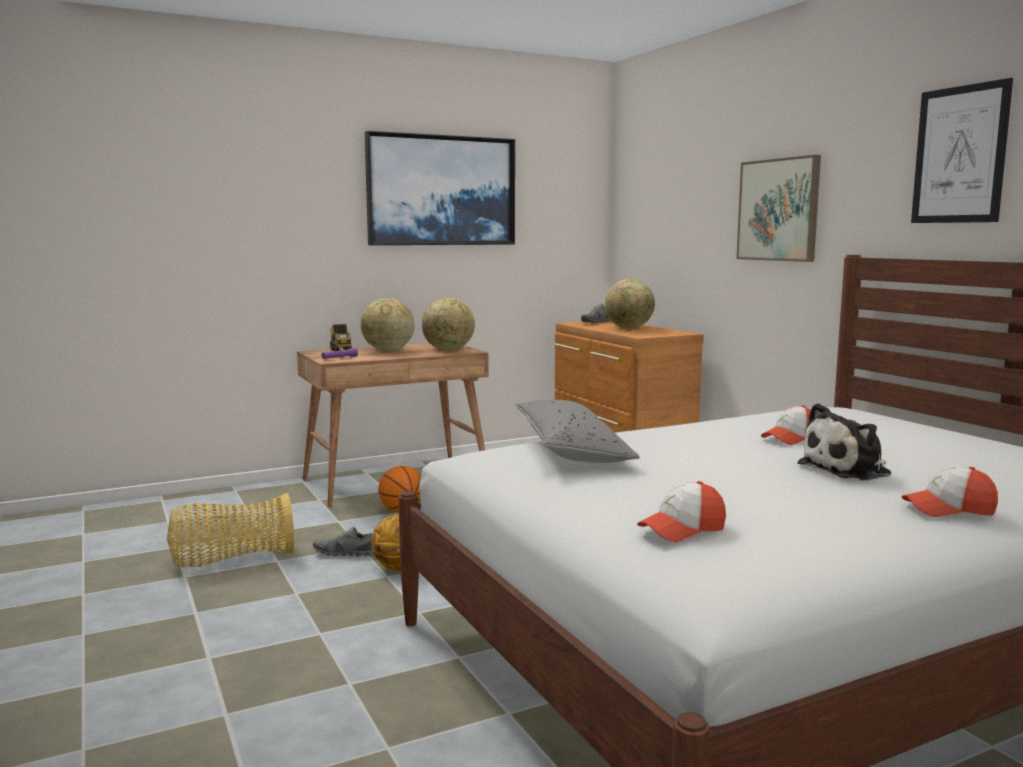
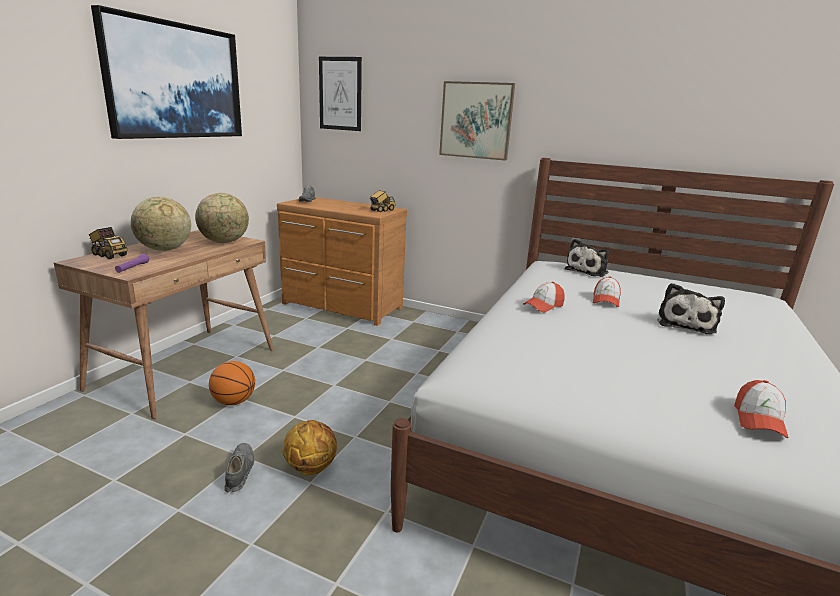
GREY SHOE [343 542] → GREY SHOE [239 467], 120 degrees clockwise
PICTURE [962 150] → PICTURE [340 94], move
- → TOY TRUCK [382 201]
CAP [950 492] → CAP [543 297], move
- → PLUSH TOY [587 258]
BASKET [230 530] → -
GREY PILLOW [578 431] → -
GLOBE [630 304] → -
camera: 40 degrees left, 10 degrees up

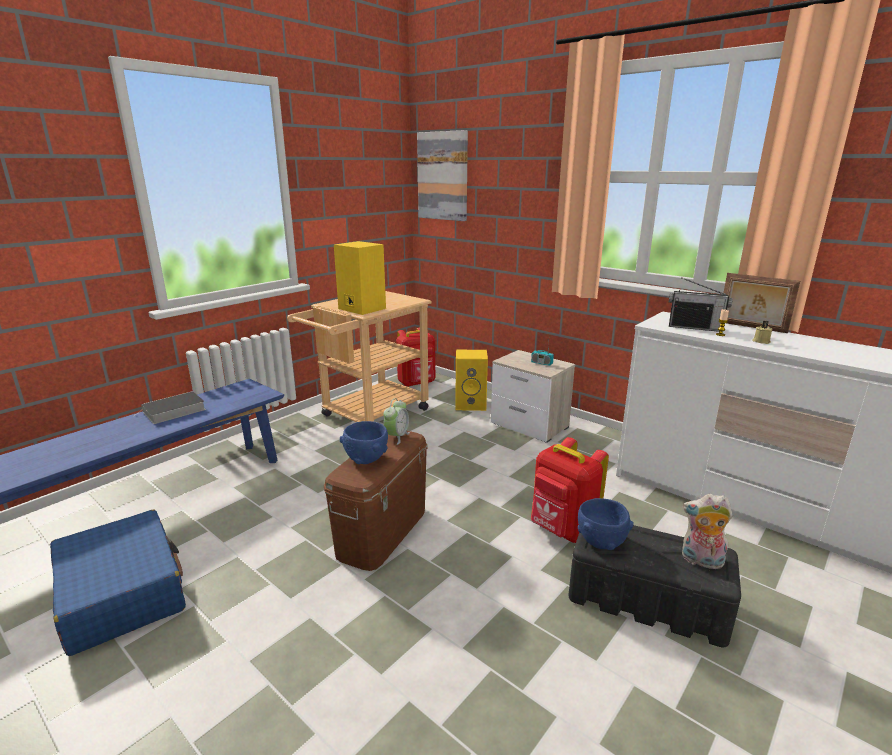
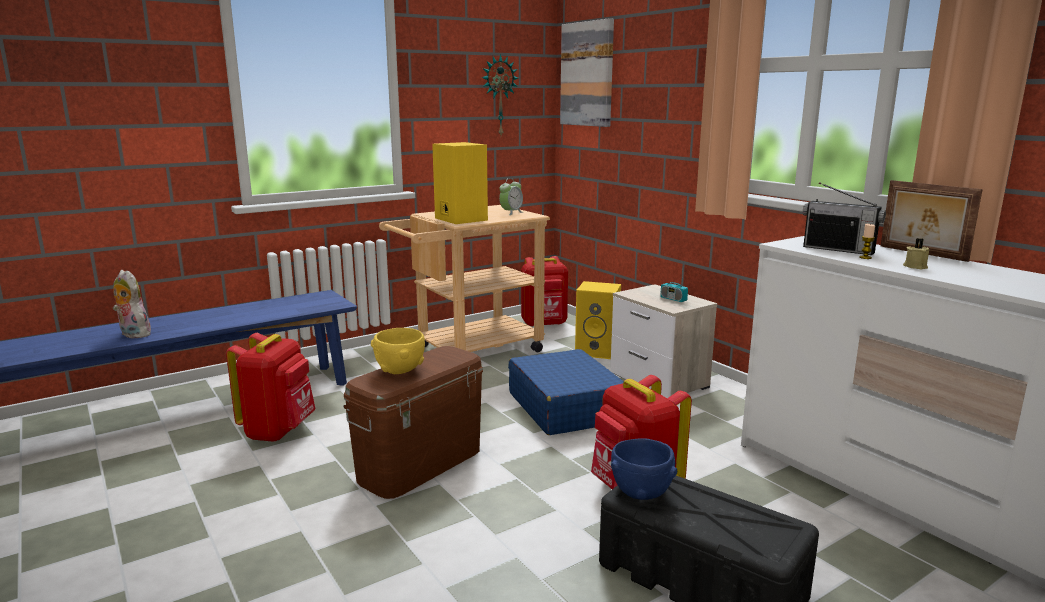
PLUSH TOY [707 531] → PLUSH TOY [132 304], move
- → RED BACKPACK [271 387]
BLUE BOWL [364 442] → YELLOW BOWL [398 351]
- → WALL CLOCK [499 94]
ALARM CLOCK [397 421] → ALARM CLOCK [511 196], move
BLUE SUITCASE [118 583] → BLUE SUITCASE [566 392], move
BOOK [170 407] → -
camera: 15 degrees right, 5 degrees down

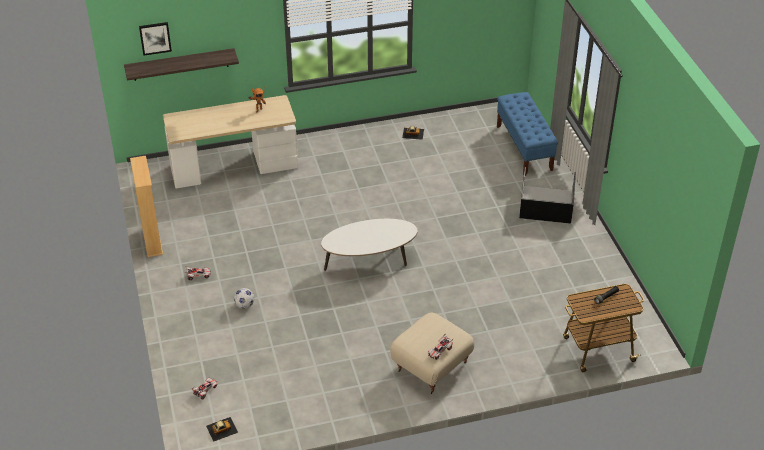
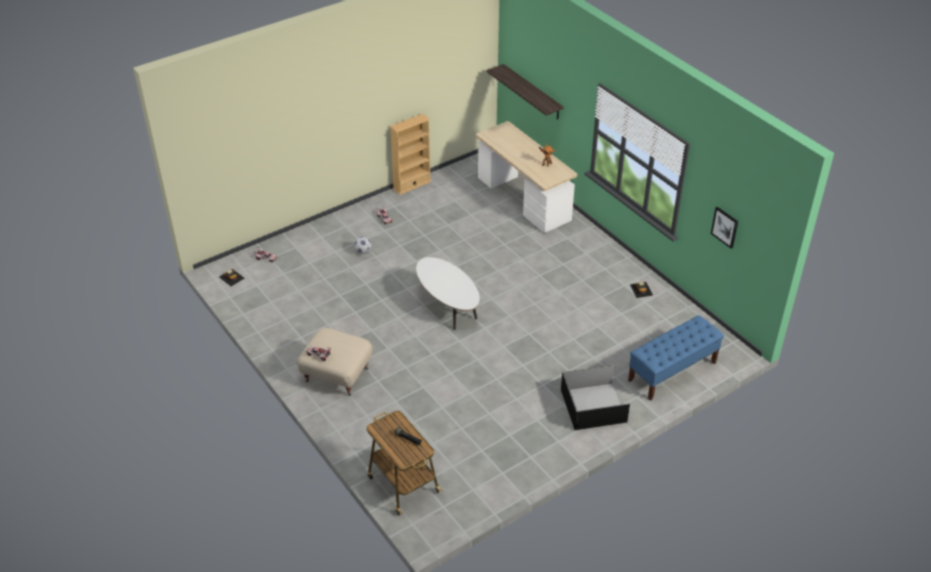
PICTURE [155 39] → PICTURE [724 227], move
camera: 70 degrees right, 0 degrees up

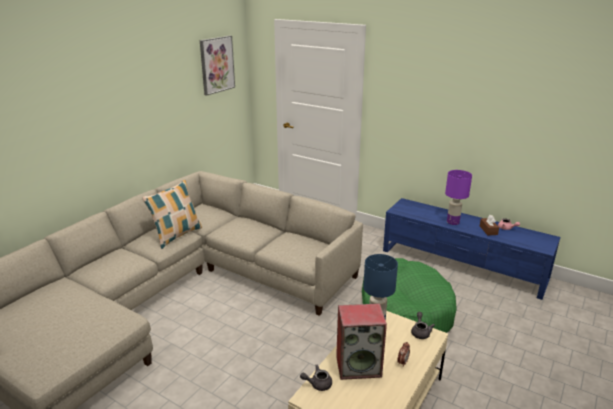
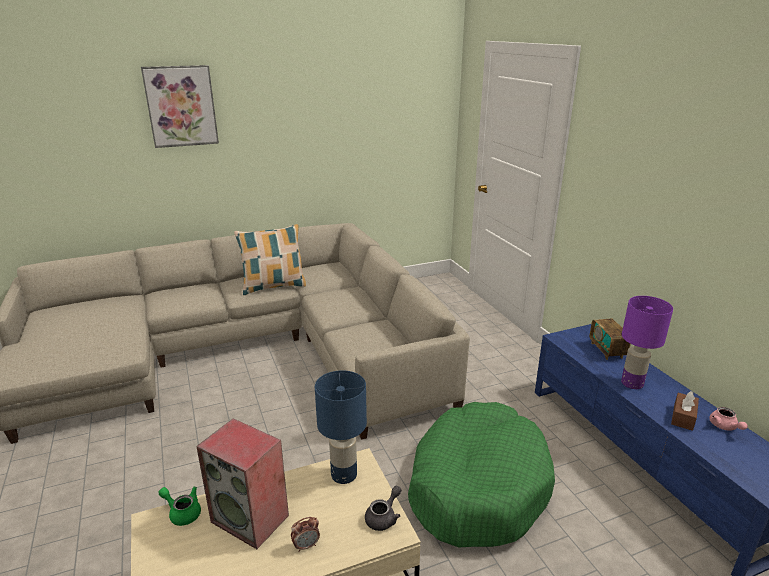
PICTURE [217 66] → PICTURE [180 106], move
GREY TEAPOT [316 378] → GREEN TEAPOT [179 506]
- → RADIO [610 339]
camera: 35 degrees right, 0 degrees up

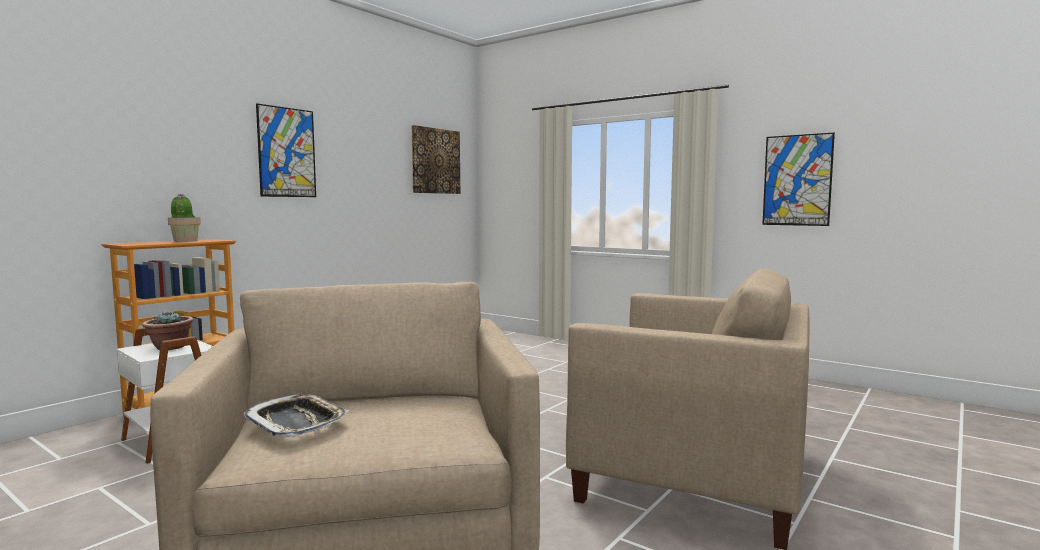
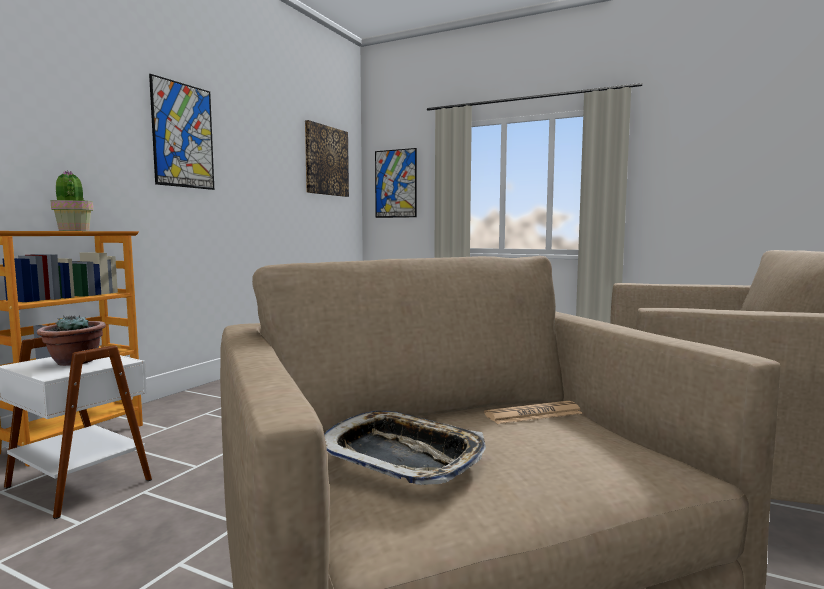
PICTURE [798 179] → PICTURE [396 183], move
- → NEWSPAPER [533 412]
camera: 10 degrees left, 0 degrees up

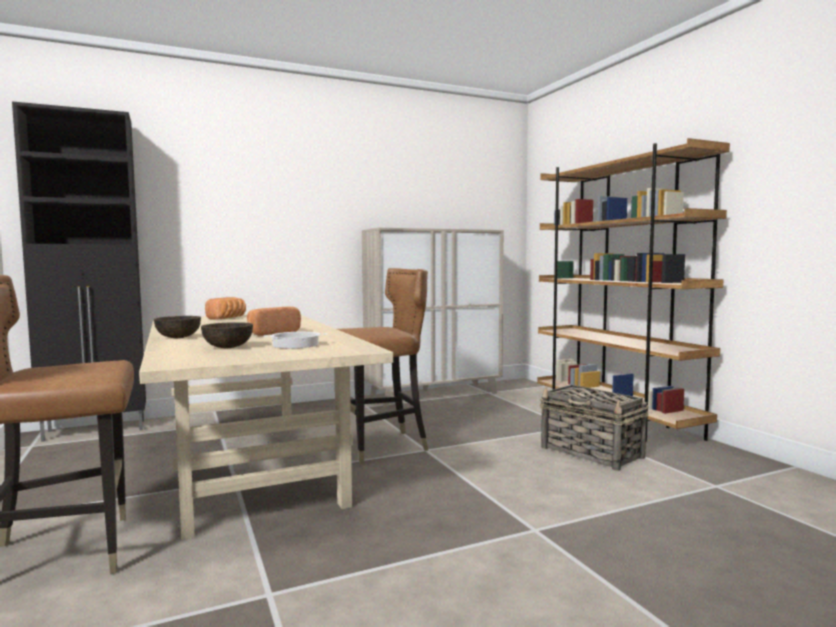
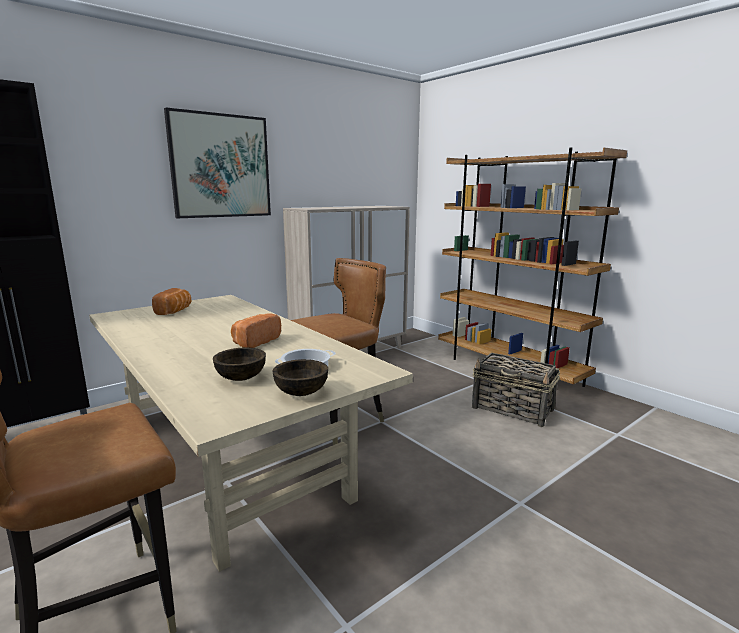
- → PICTURE [217 163]
BROWN BOWL [177 327] → BROWN BOWL [300 377], move
camera: 15 degrees left, 10 degrees up

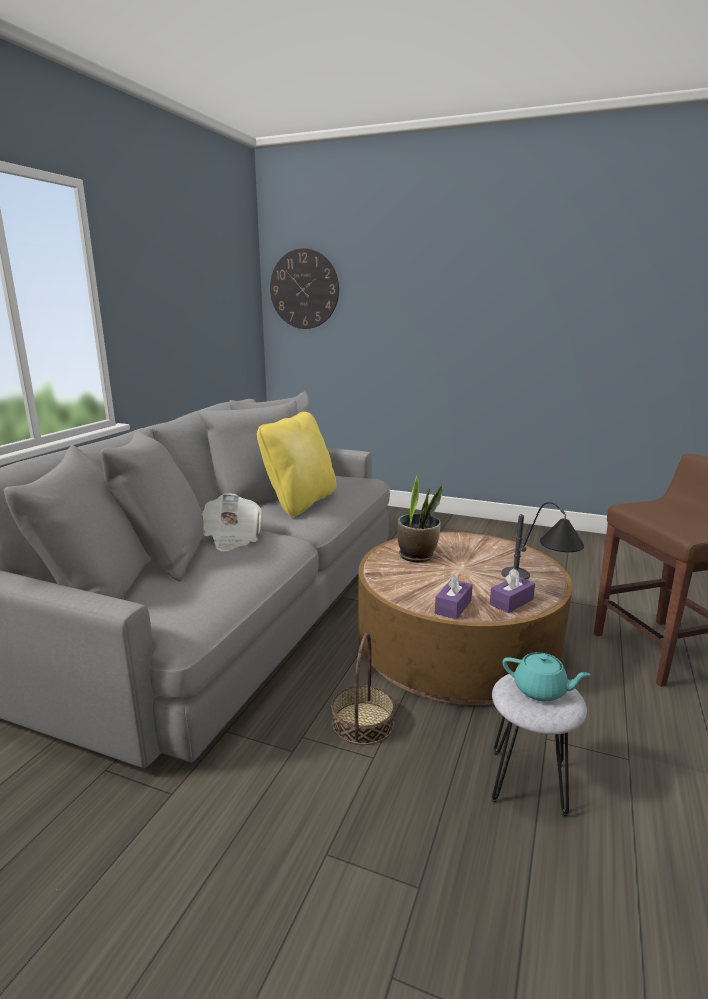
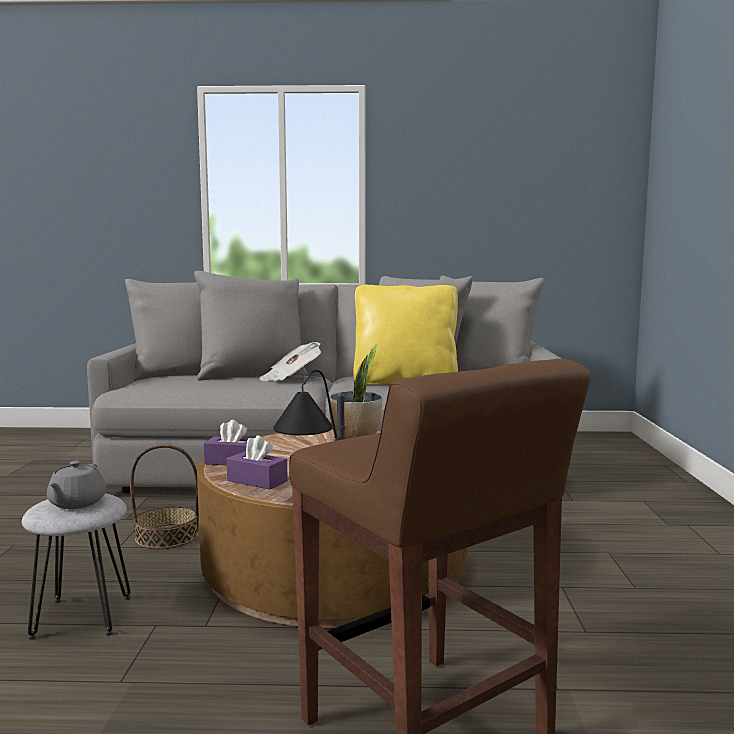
TURQUOISE TEAPOT [547 677] → GREY TEAPOT [76 485]
WALL CLOCK [304 288] → -
camera: 70 degrees right, 10 degrees down

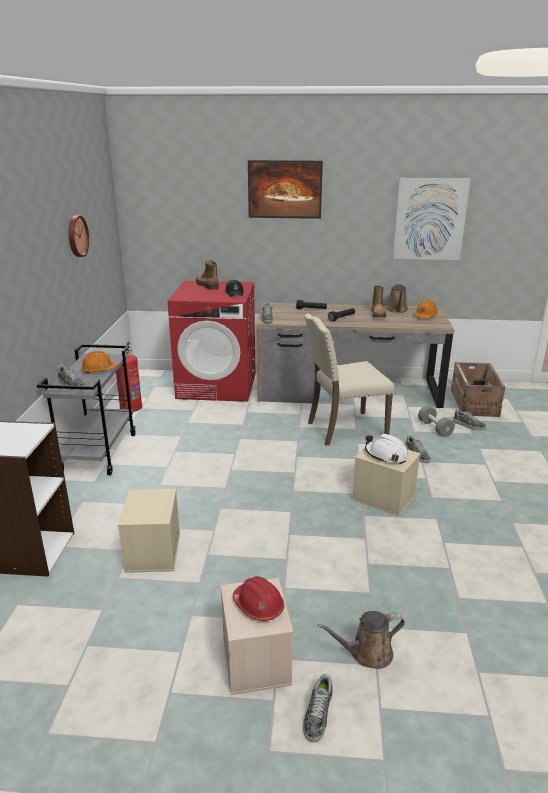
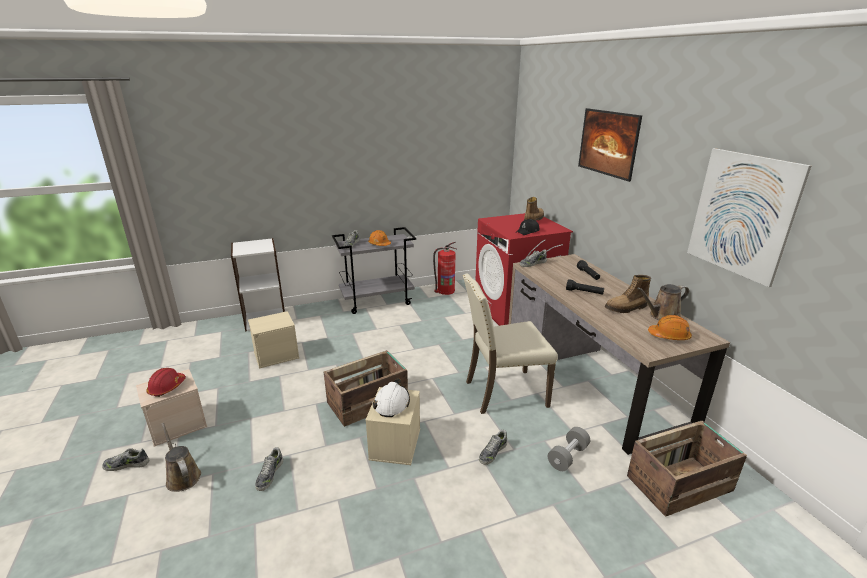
SHOE [469 419] → SHOE [269 469], move
- → CRATE [366 388]
BEIGE CHAIR [349 380] → BEIGE CHAIR [510 343], 60 degrees counterclockwise
WALL CLOCK [79 236] → -
camera: 65 degrees right, 0 degrees up

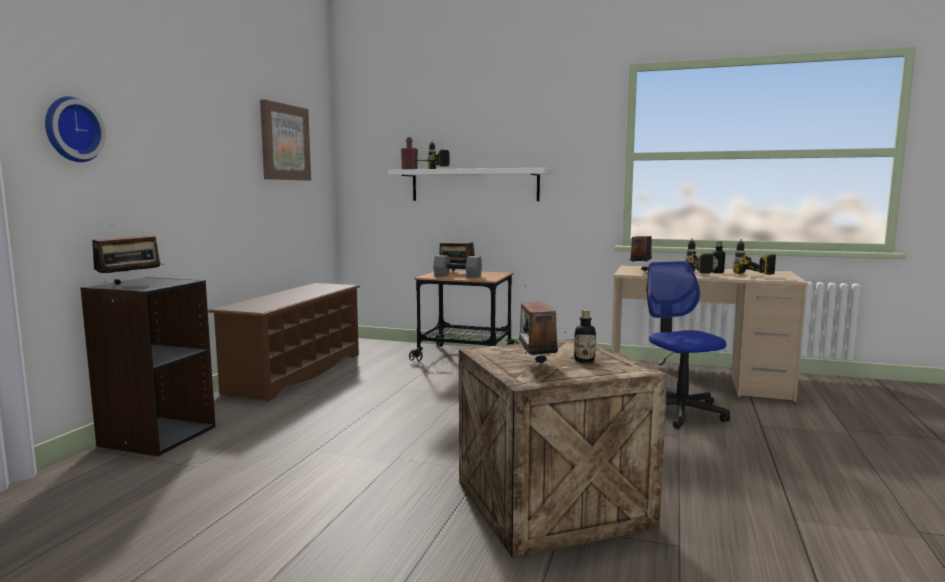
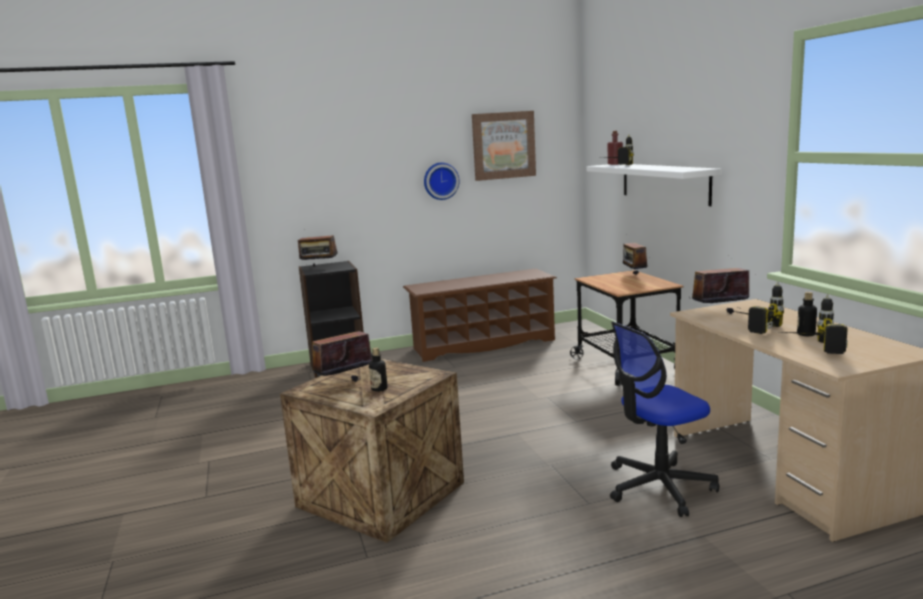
WALL CLOCK [75 129] → WALL CLOCK [442 181], move
OFFICE CHAIR [688 345] → OFFICE CHAIR [664 419], 150 degrees counterclockwise
GREY DUMBBELL [457 266] → -
camera: 55 degrees right, 5 degrees up

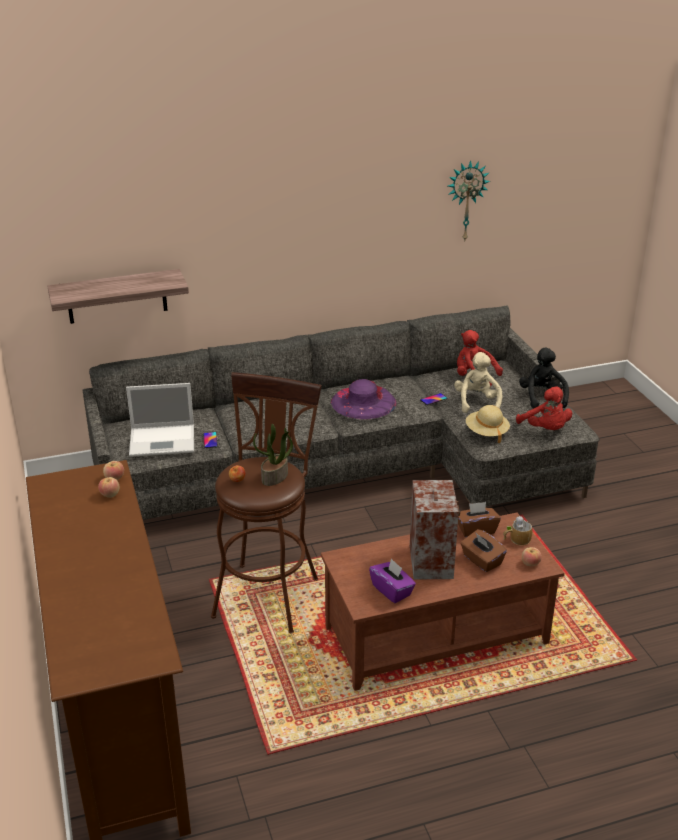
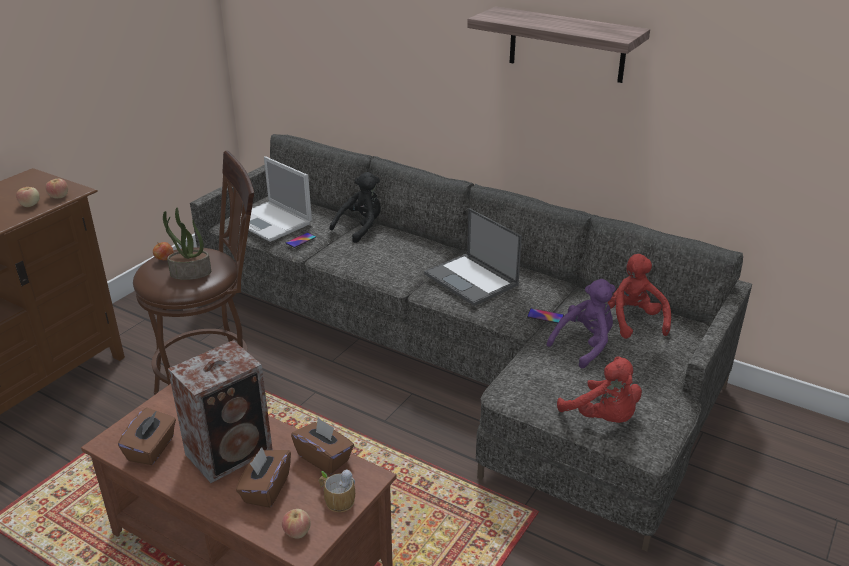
PURPLE TISSUE BOX [392 580] → BROWN TISSUE BOX [147 436]
BLACK PLUSH TOY [544 378] → BLACK PLUSH TOY [355 207], move
PURPLE HAT [364 399] → LAPTOP [473 257]
SHELF [118 296] → SHELF [558 44], move
BEIGE PLUSH TOY [478 382] → PURPLE PLUSH TOY [581 323]
RED PLUSH TOY [544 408] → RED PLUSH TOY [599 390], 60 degrees counterclockwise
WALL CLOCK [469 200] → -
BEIGE HAT [488 424] → -
camera: 50 degrees right, 0 degrees up

